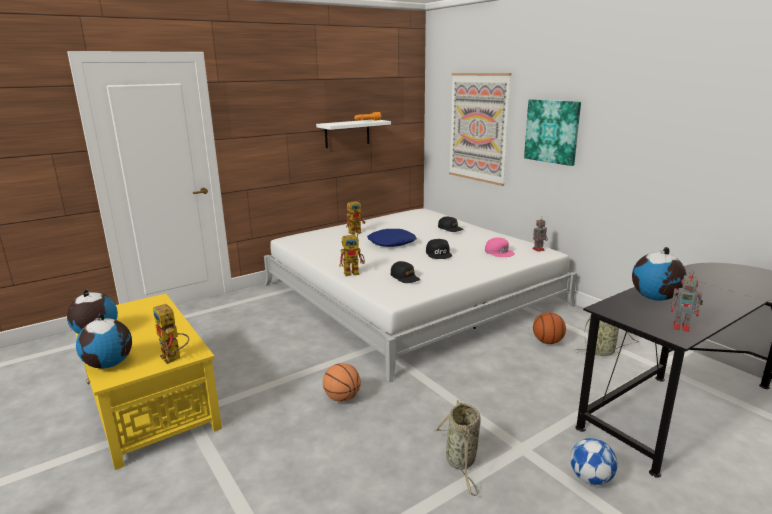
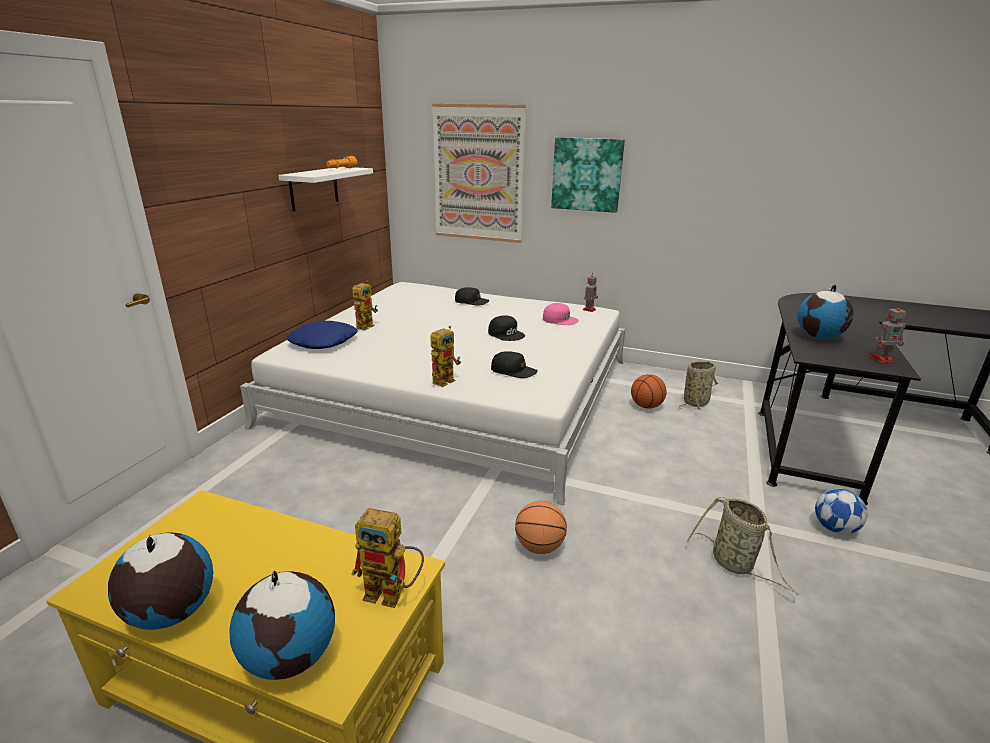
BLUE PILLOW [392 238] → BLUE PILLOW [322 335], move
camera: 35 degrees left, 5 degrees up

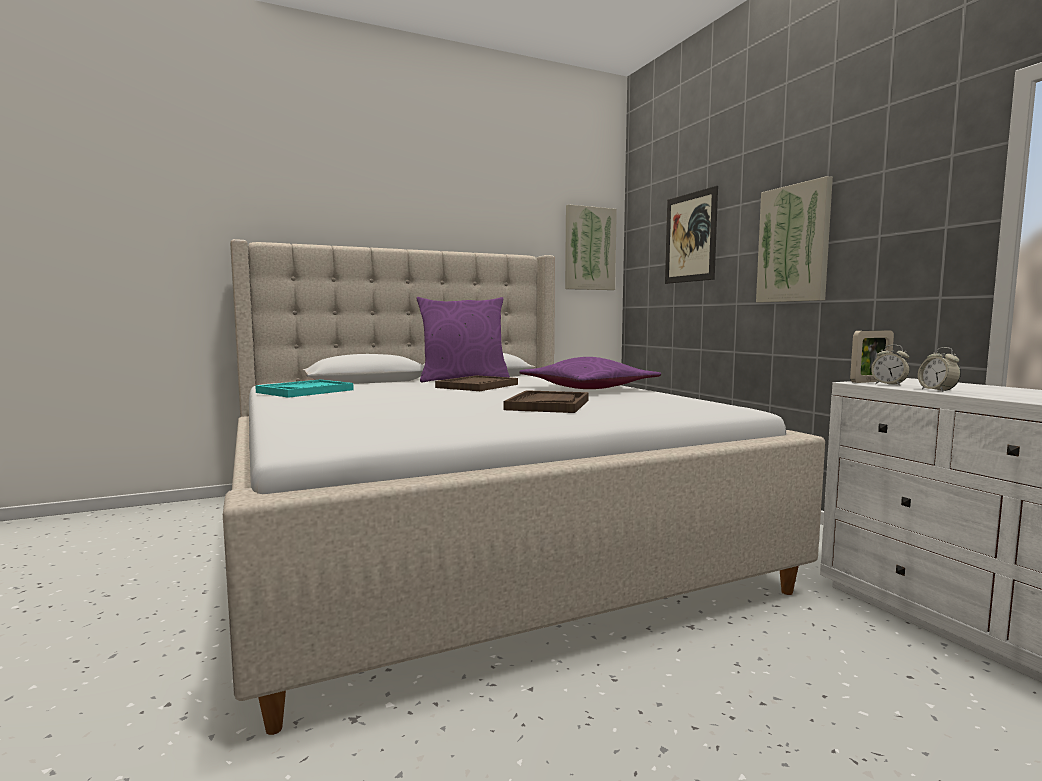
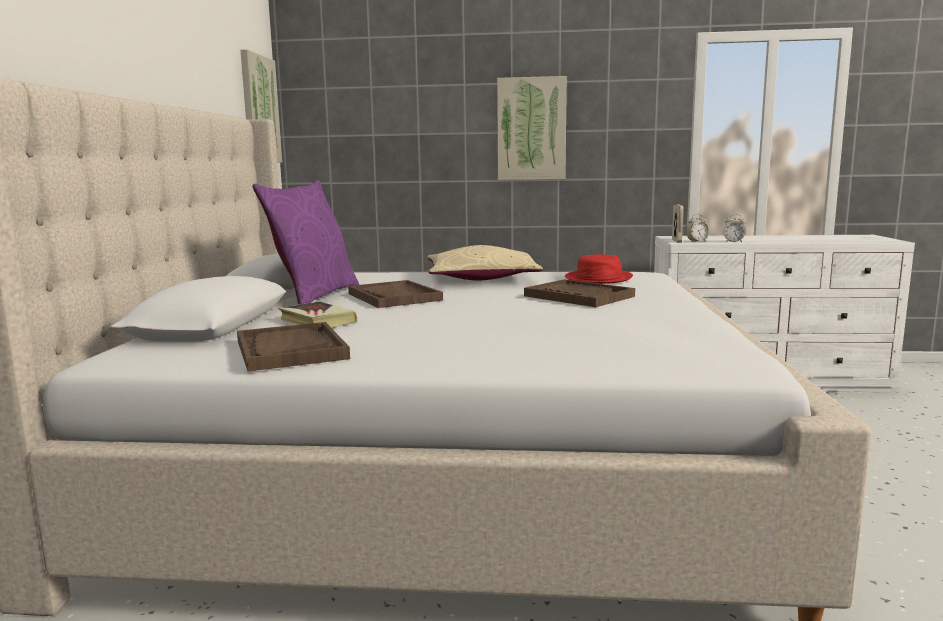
TURQUOISE TRAY [304 389] → BROWN TRAY [293 346]
- → BOOK [318 314]
PURPLE PILLOW [590 373] → BEIGE PILLOW [485 262]
- → RED HAT [599 269]
PICTURE [691 235] → -
camera: 60 degrees left, 5 degrees up

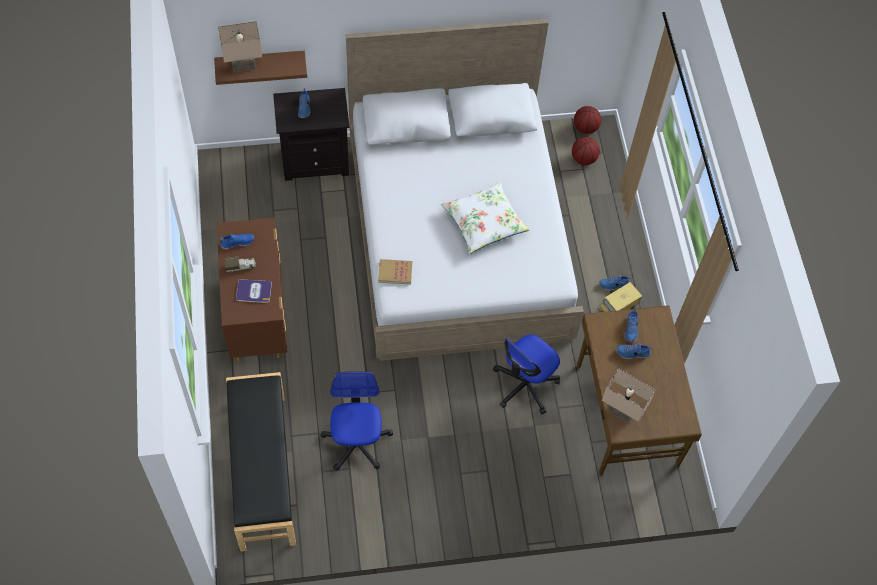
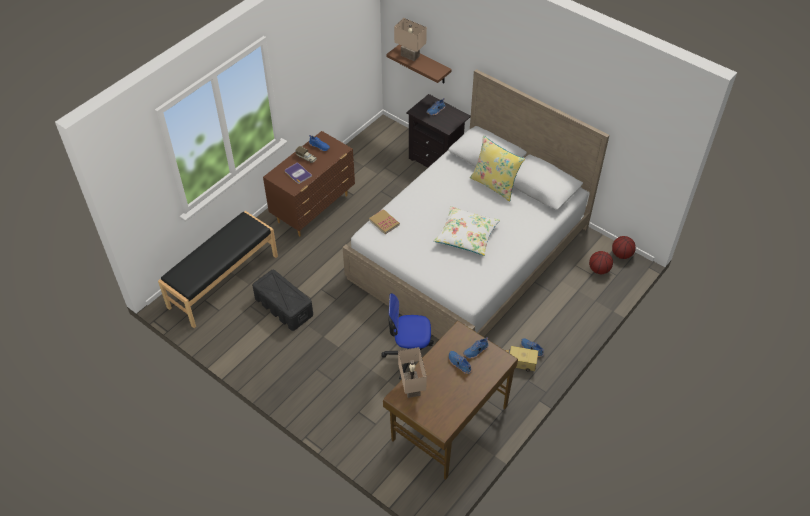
OFFICE CHAIR [356 421] → BLACK STORAGE BOX [282 300]
- → YELLOW PILLOW [497 168]
camera: 50 degrees right, 10 degrees down

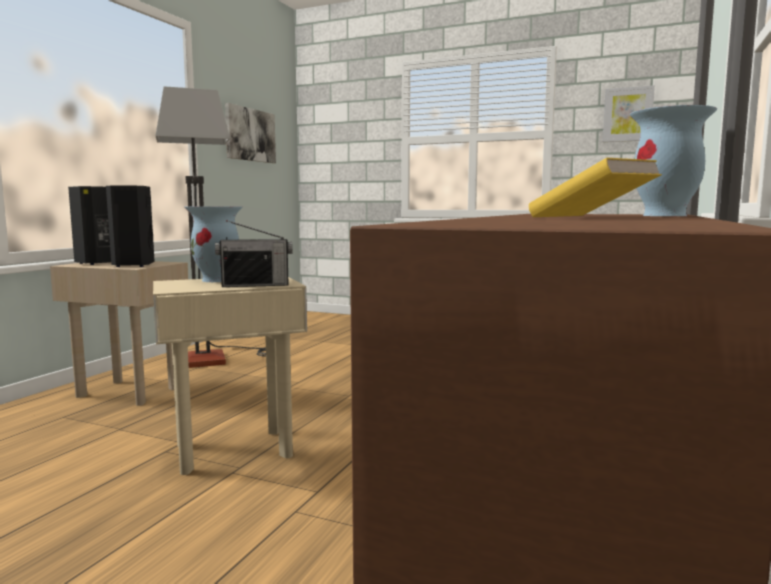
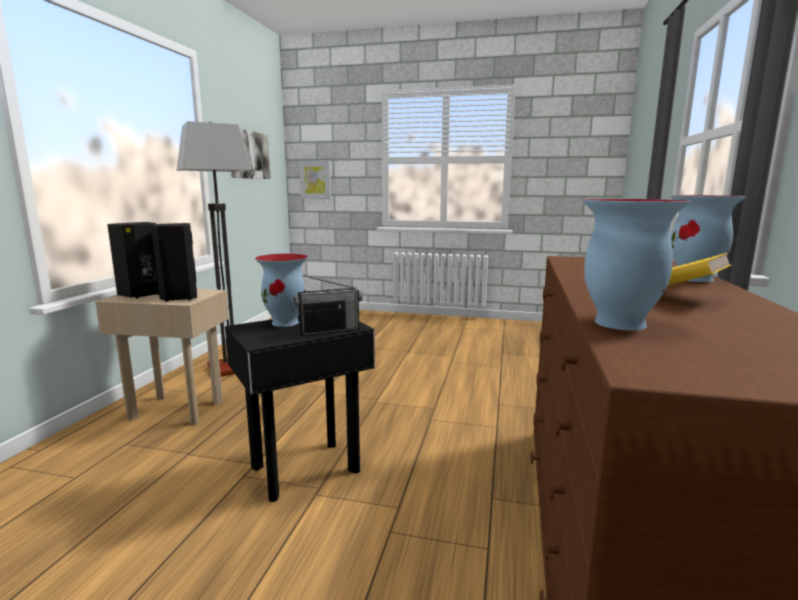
BEIGE SIDE TABLE [230 376] → BLACK SIDE TABLE [300 409]
PICTURE [628 113] → PICTURE [315 180], move
- → VASE [637 264]
camera: 10 degrees left, 5 degrees up

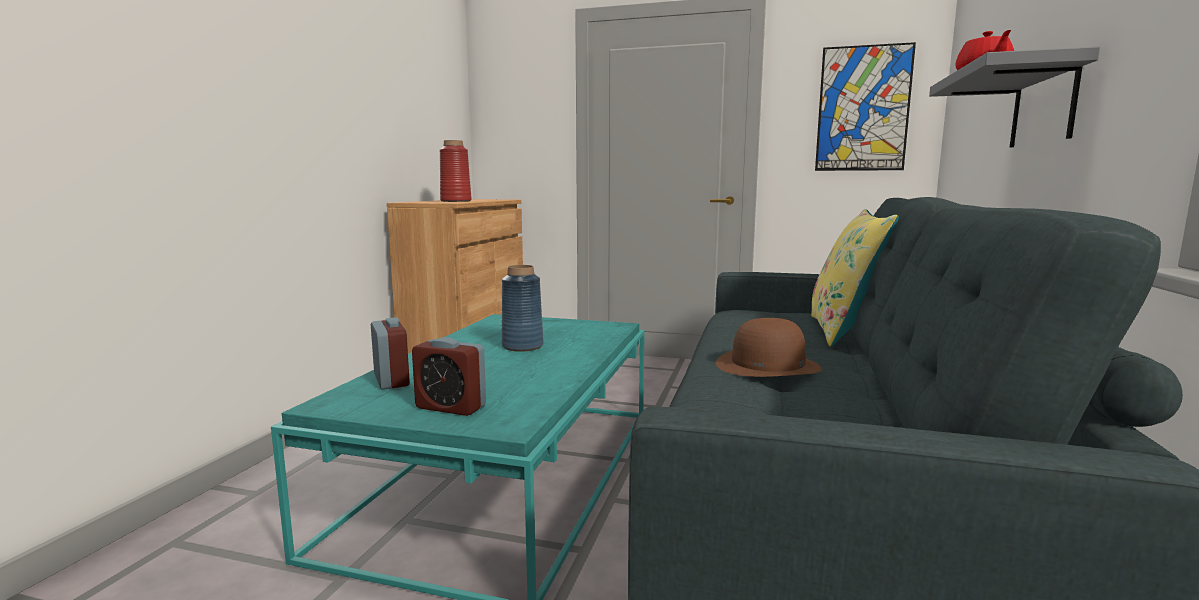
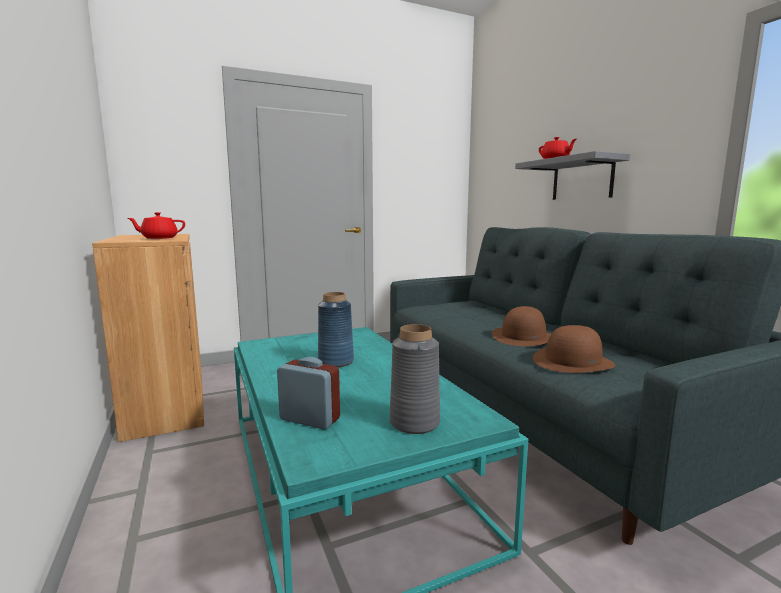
RED VASE [456 171] → RED TEAPOT [156 225]
ALARM CLOCK [449 376] → GREY VASE [414 379]
- → BROWN HAT [574 349]
YELLOW PILLOW [855 278] → -
PICTURE [865 106] → -
camera: 40 degrees left, 0 degrees up

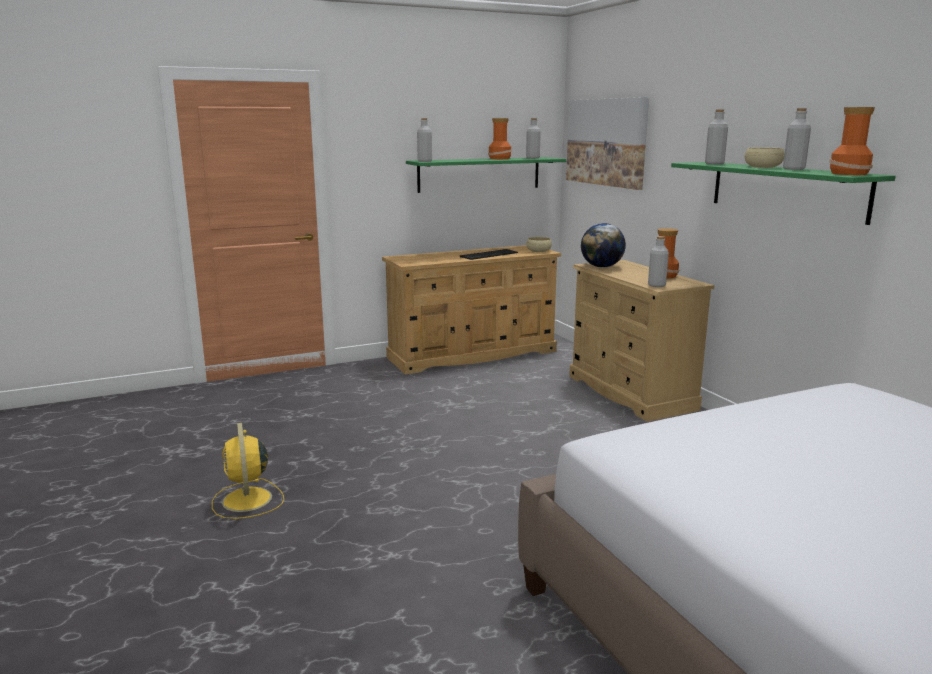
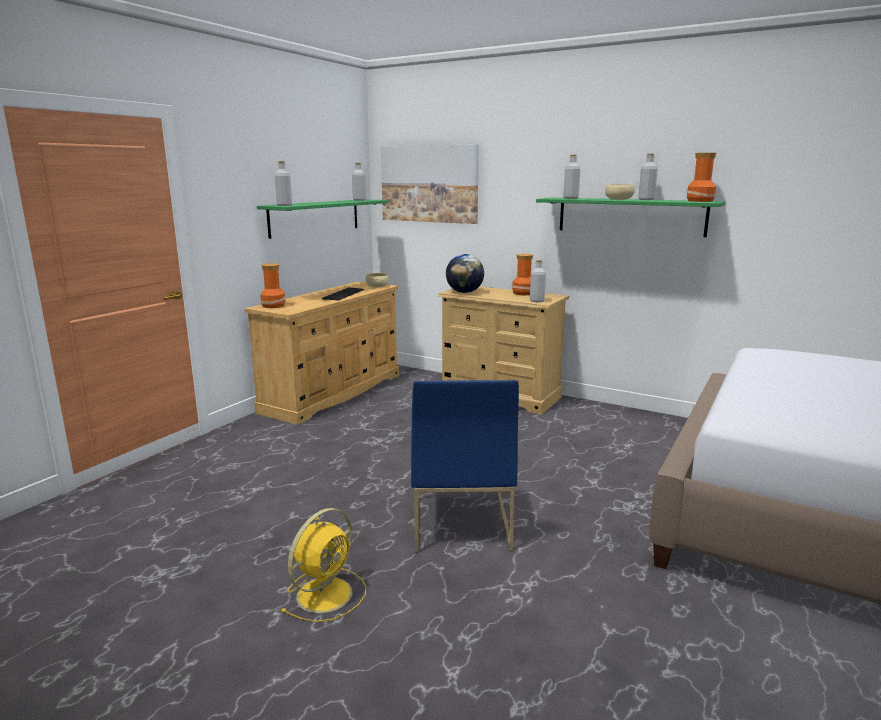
VASE [500 138] → VASE [273 285], move
YELLOW FAN [248 471] → YELLOW FAN [323 565], 90 degrees counterclockwise
- → BLUE CHAIR [465 466]
camera: 35 degrees left, 0 degrees up

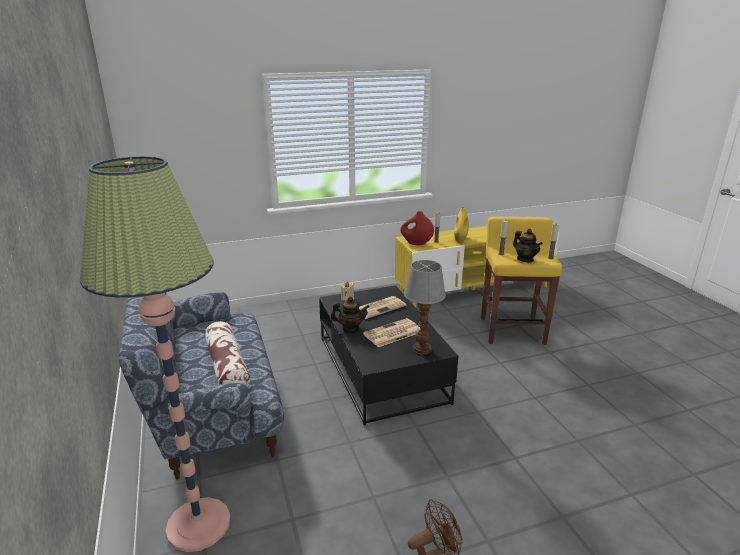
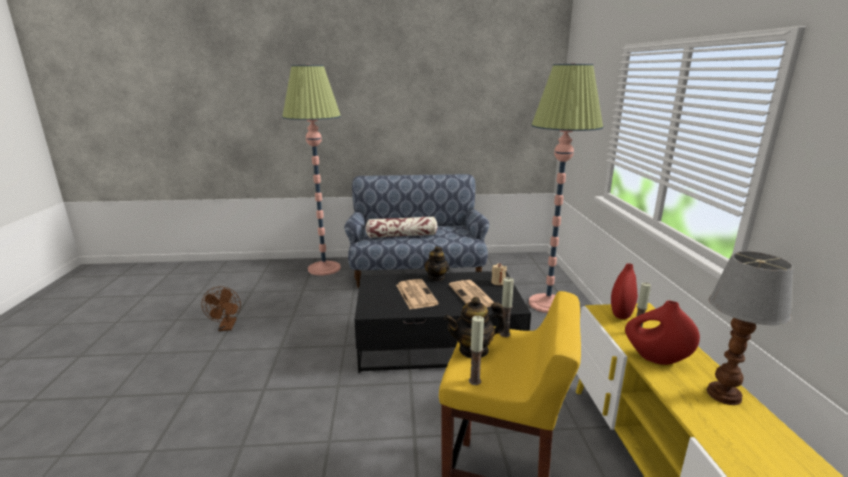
- → FLOOR LAMP [566 188]
YELLOW VASE [461 224] → RED VASE [662 333]
TABLE LAMP [425 307] → TABLE LAMP [750 328], move
camera: 105 degrees right, 5 degrees down

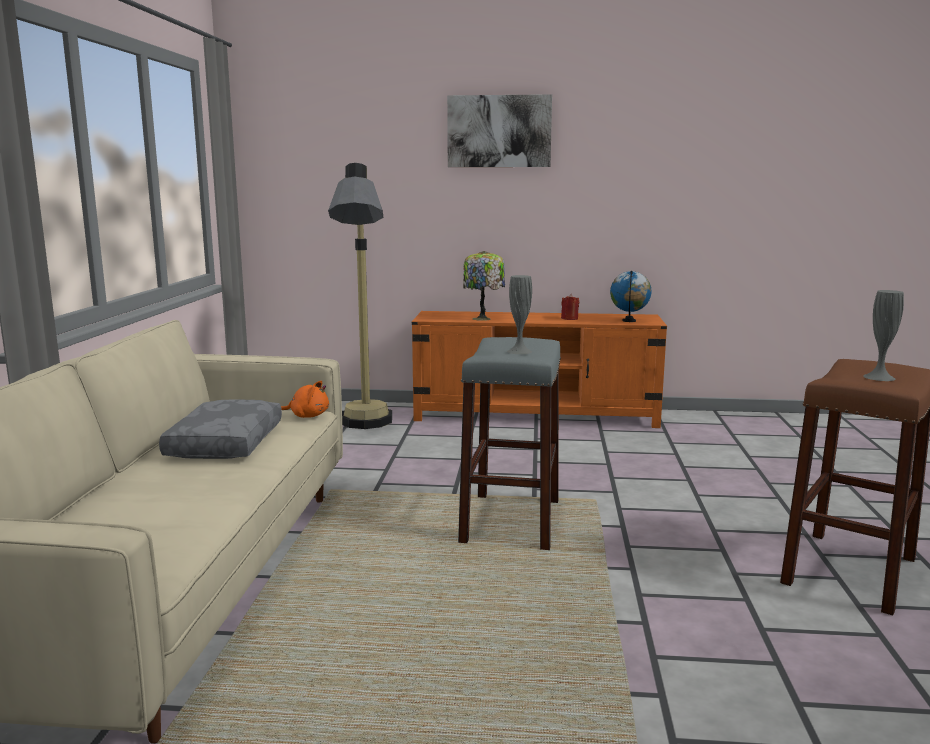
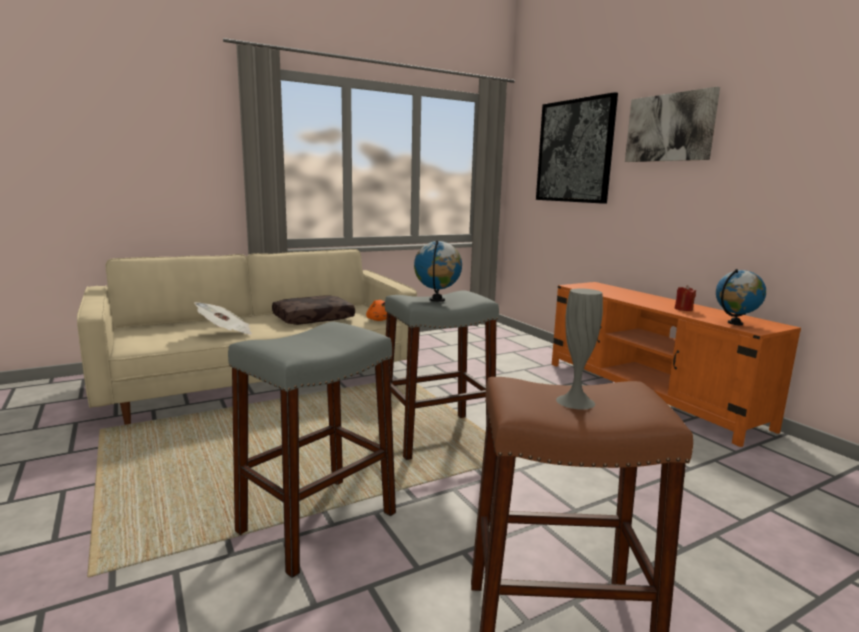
- → NEWSPAPER [223 318]
- → GREY STOOL [312 450]
GREY PILLOW [220 429] → BROWN PILLOW [313 310]
GREY VASE [519 314] → GLOBE [438 271]
- → PICTURE [577 148]
FLOOR LAMP [360 296] → -
TABLE LAMP [484 286] → -
camera: 55 degrees right, 0 degrees up

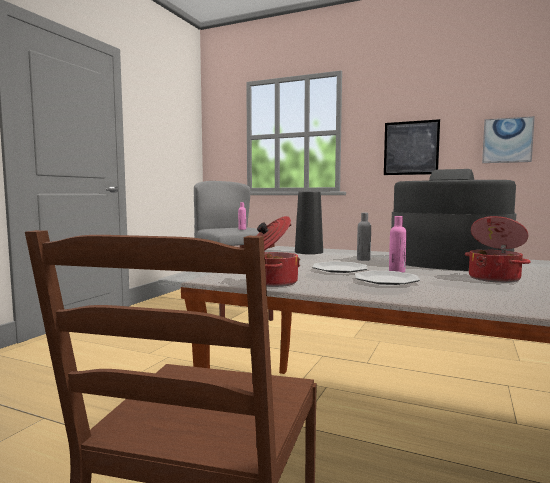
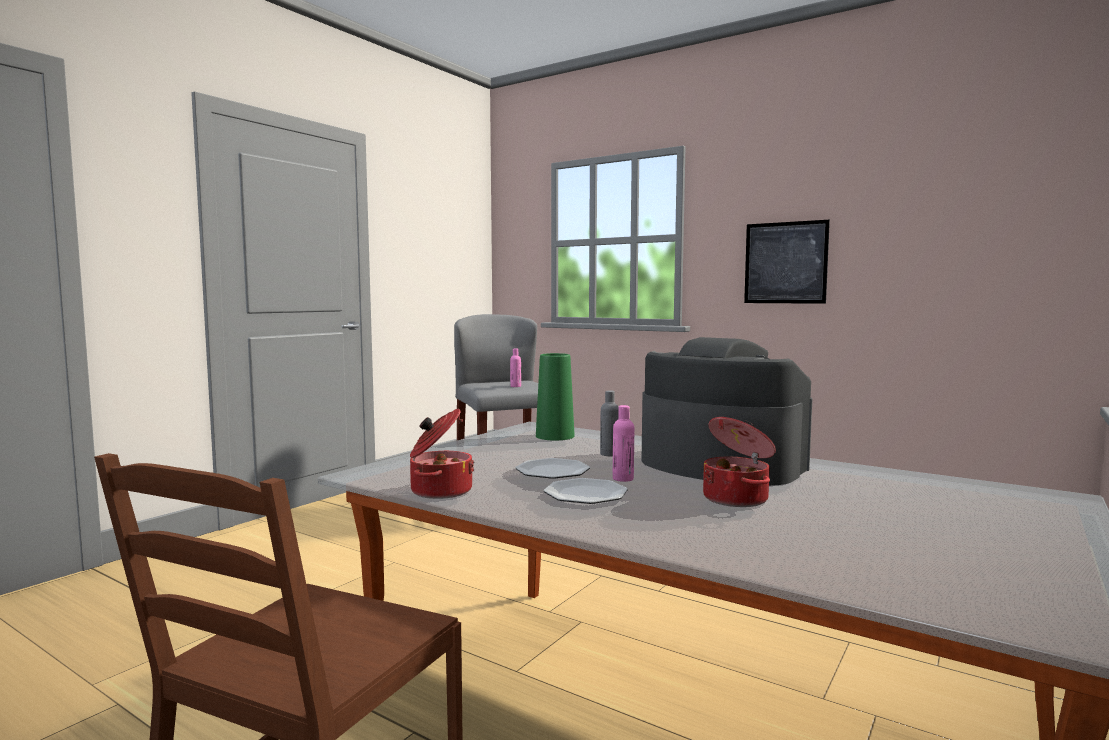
BLACK VASE [309 223] → GREEN VASE [555 396]
PICTURE [508 139] → -
camera: 10 degrees right, 0 degrees up

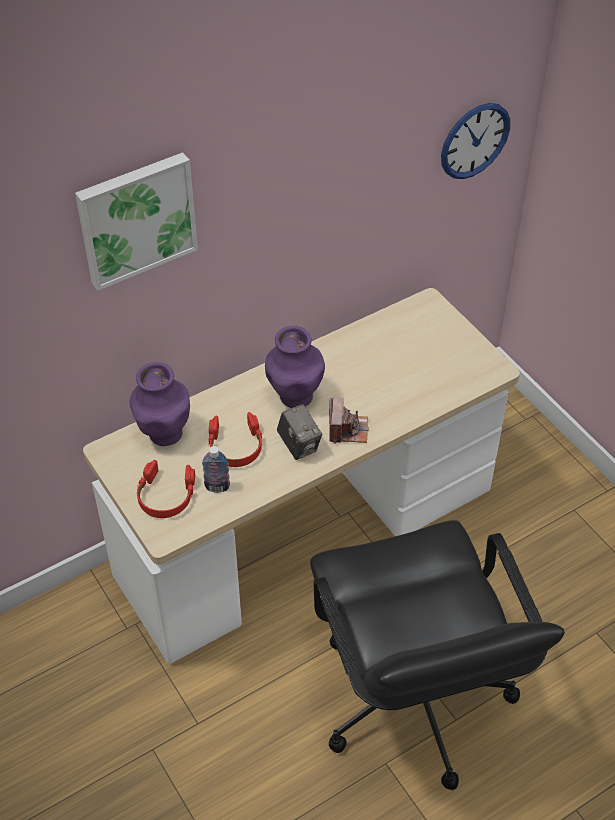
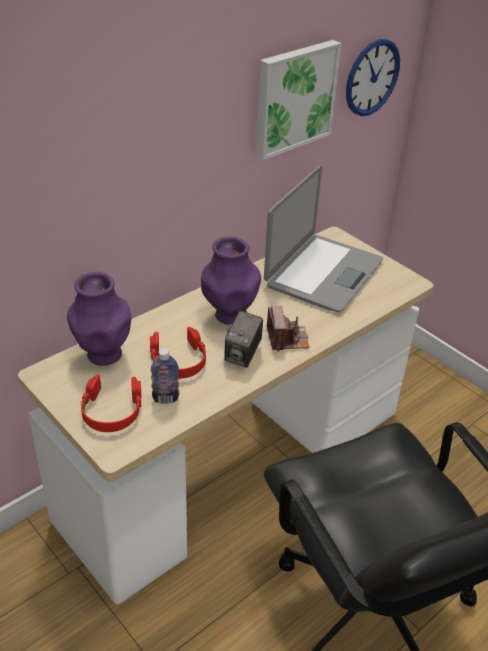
PHOTO CAMERA [299 432] → PHOTO CAMERA [243 339], 60 degrees clockwise
PICTURE [136 221] → PICTURE [298 100], move
- → LAPTOP [323 239]
camera: 10 degrees left, 10 degrees down

